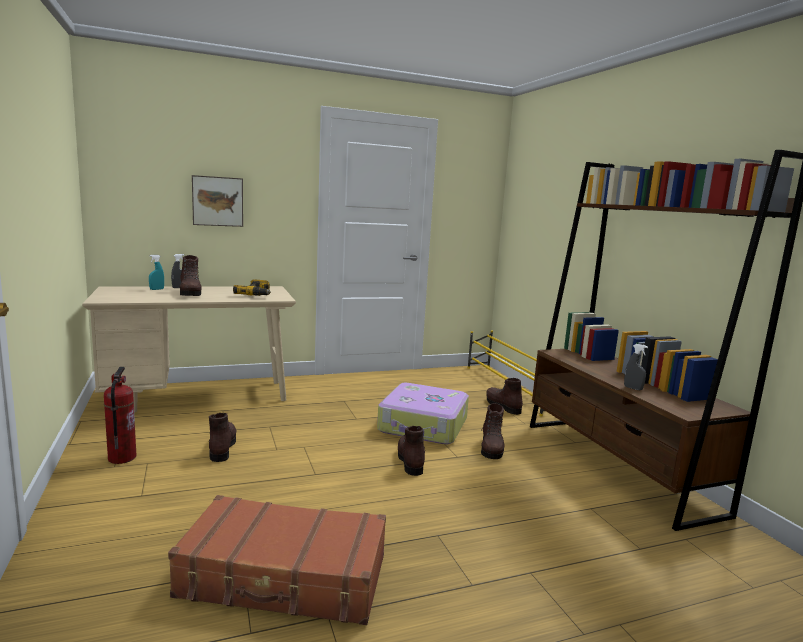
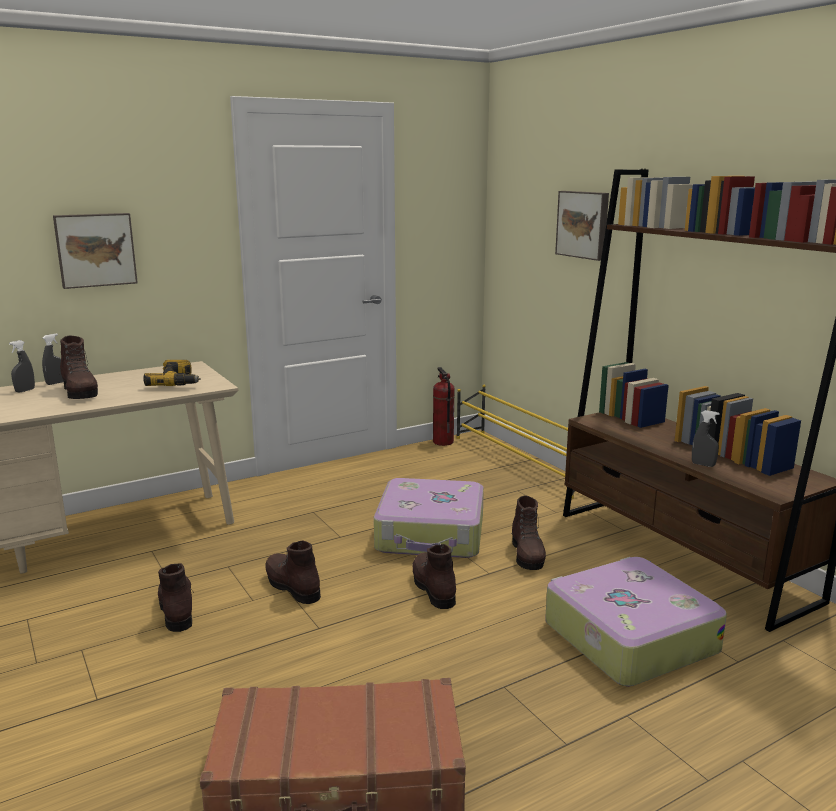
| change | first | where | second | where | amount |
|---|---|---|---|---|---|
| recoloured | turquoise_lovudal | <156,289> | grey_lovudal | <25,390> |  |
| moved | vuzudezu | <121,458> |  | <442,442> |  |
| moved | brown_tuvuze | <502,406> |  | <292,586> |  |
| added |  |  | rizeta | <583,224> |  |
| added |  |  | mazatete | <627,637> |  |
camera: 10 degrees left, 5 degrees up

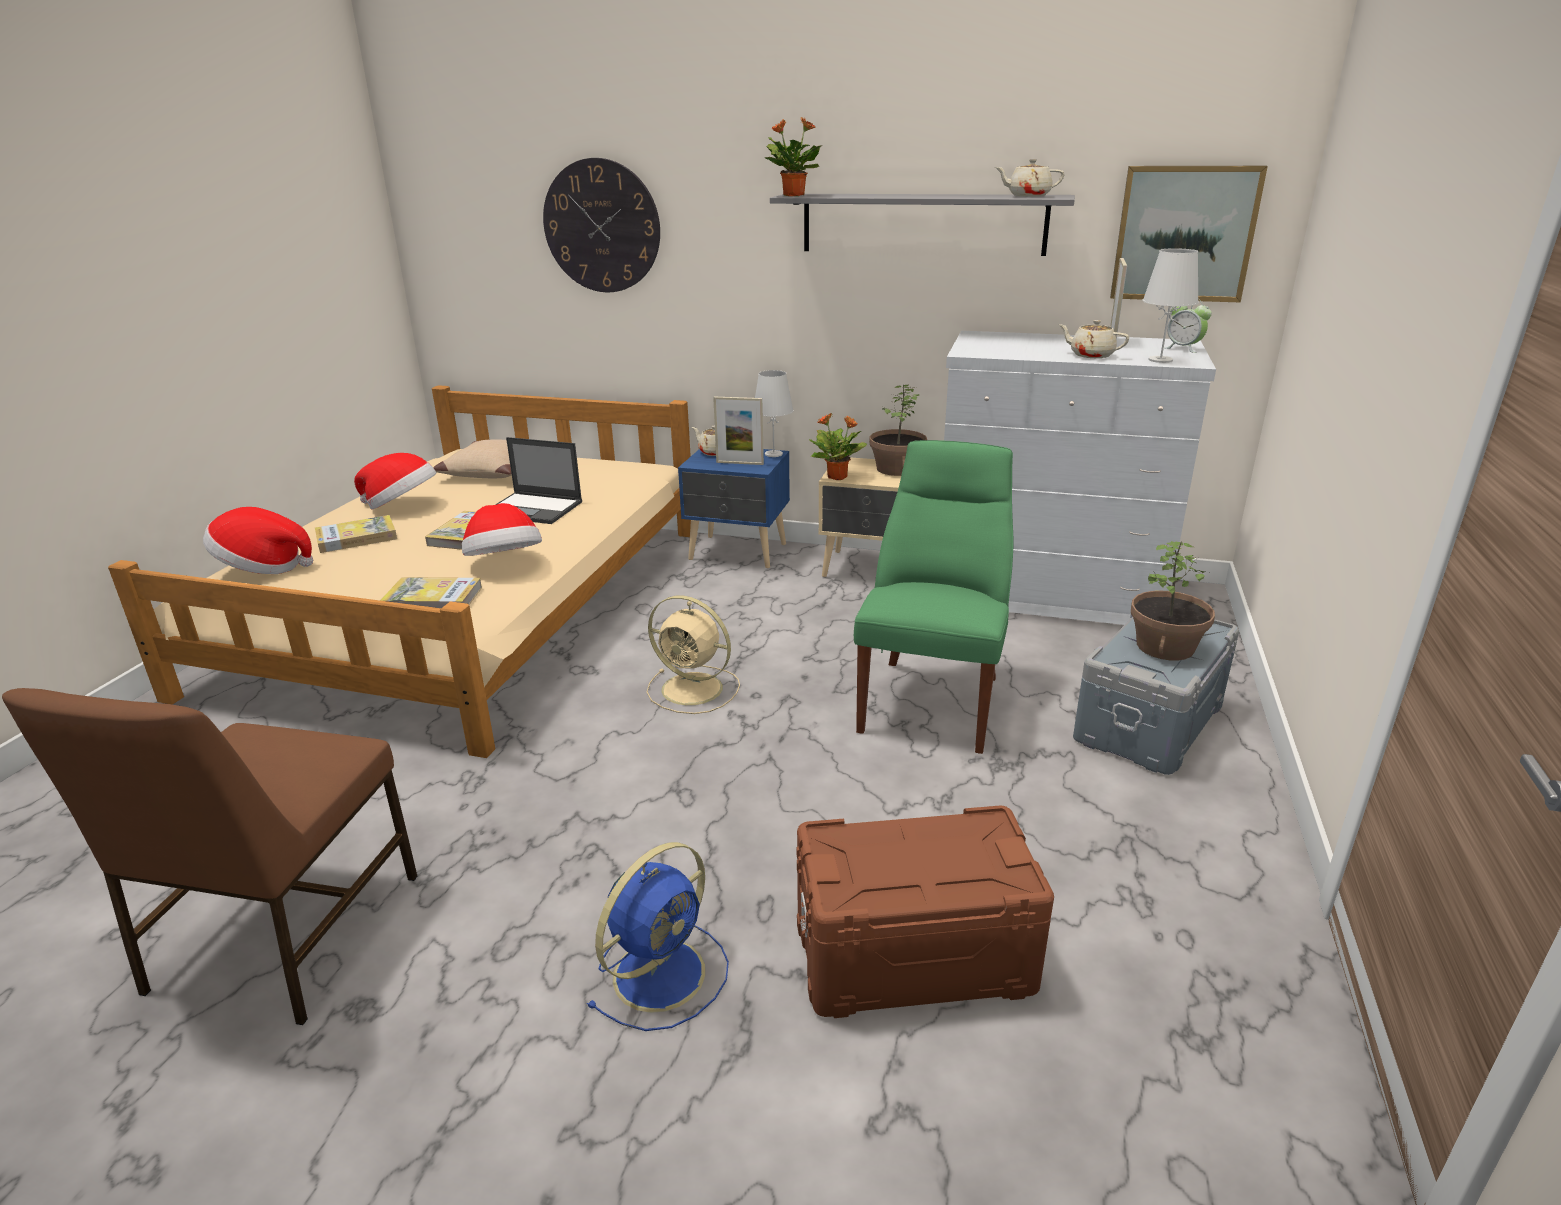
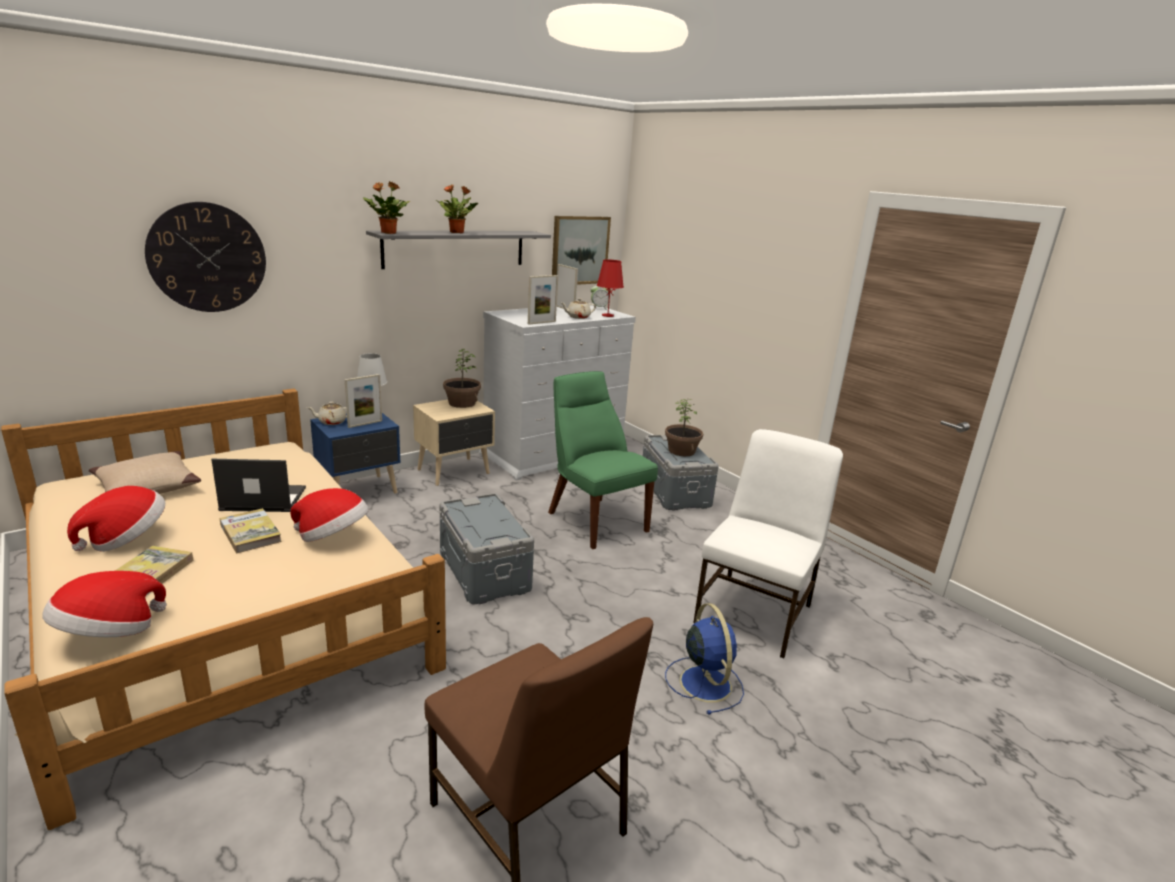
| change | first | where | second | where | amount |
|---|---|---|---|---|---|
| removed | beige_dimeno | <1028,196> |  |  |  |
| recoloured | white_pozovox | <1160,360> | red_pozovox | <607,315> |  |
| moved | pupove | <838,477> |  | <457,232> |  |
| turned | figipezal | <534,509> |  | <262,499> | 150 degrees counterclockwise |
| removed | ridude | <433,599> |  |  |  |
| replaced | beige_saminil | <694,689> | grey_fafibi | <485,571> |  |
| replaced | brown_fafibi | <914,956> | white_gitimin | <755,613> |  |
| added |  |  | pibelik | <541,322> |  |
camera: 55 degrees left, 5 degrees down

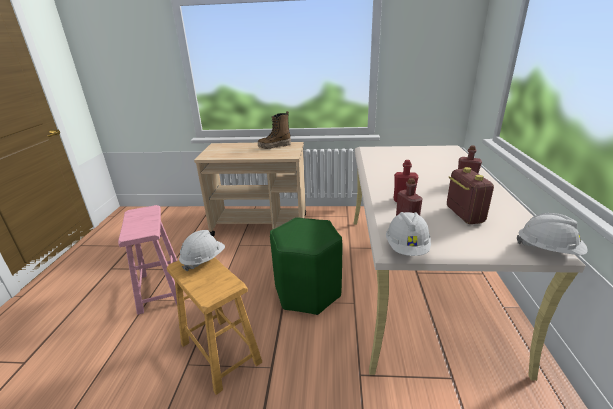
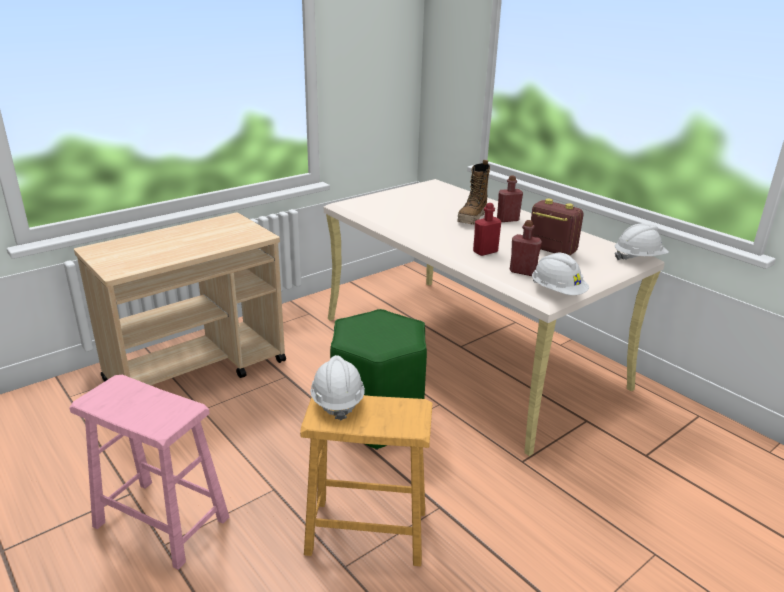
| change | first | where | second | where | amount |
|---|---|---|---|---|---|
| moved | tuvuze | <274,146> |  | <472,219> |  |
camera: 45 degrees left, 0 degrees up

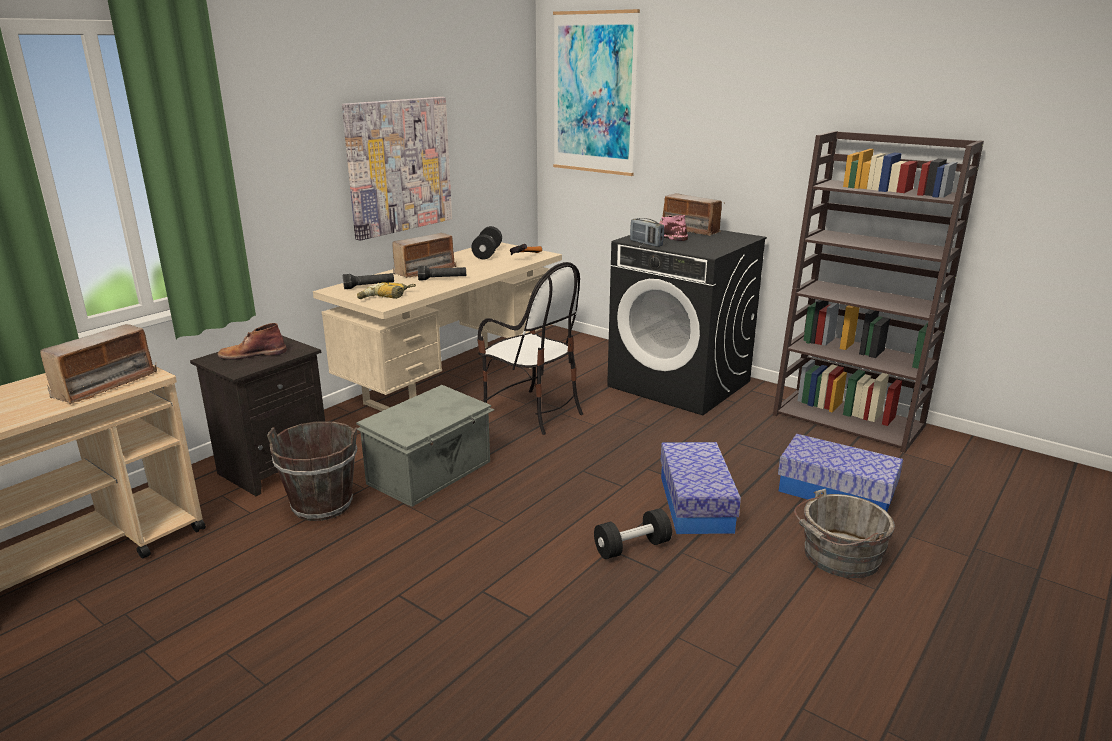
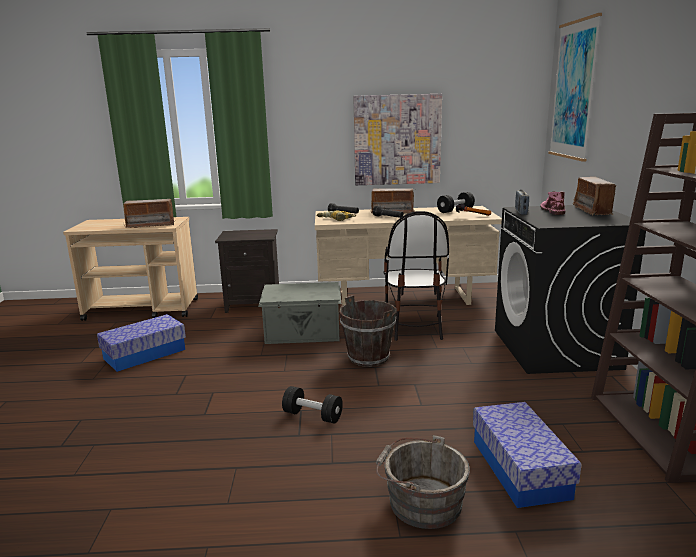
| change | first | where | second | where | amount |
|---|---|---|---|---|---|
| removed | brown_tuvuze | <252,354> |  |  |  |
| moved | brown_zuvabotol | <322,505> |  | <368,357> |  |
| moved | fafibi | <695,504> |  | <145,354> |  |
camera: 50 degrees right, 5 degrees down

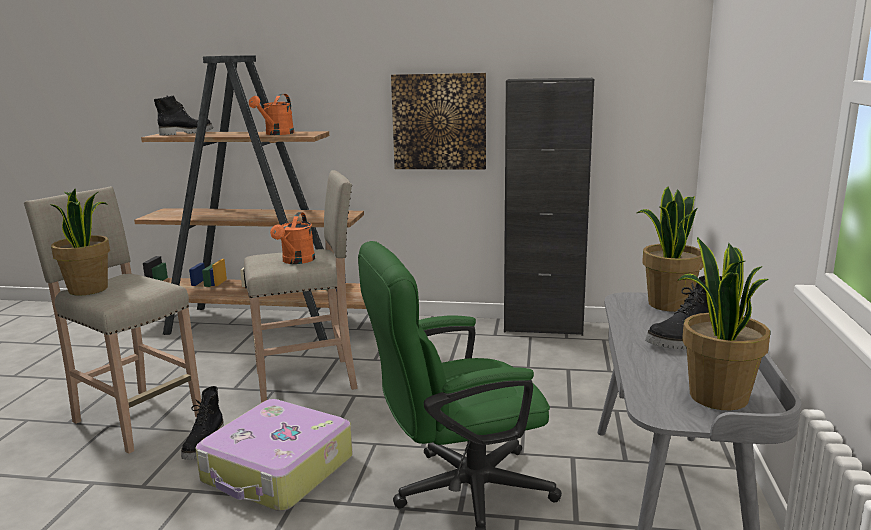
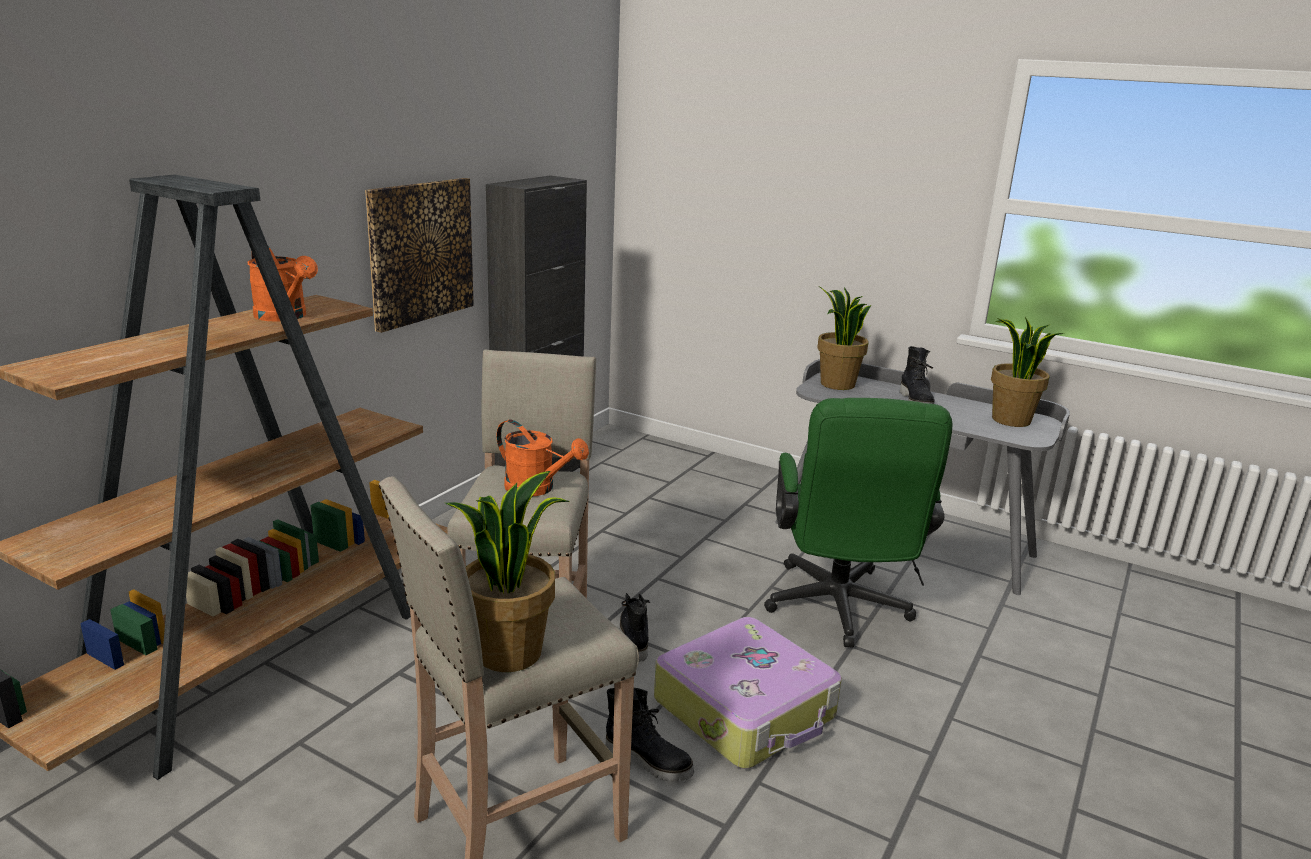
| change | first | where | second | where | amount |
|---|---|---|---|---|---|
| moved | black_tuvuze | <186,133> |  | <633,638> |  |
camera: 70 degrees left, 5 degrees up

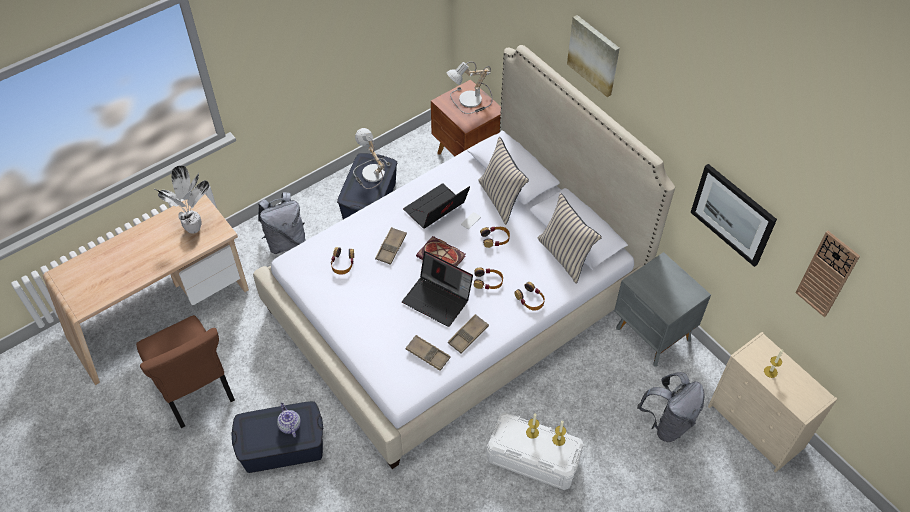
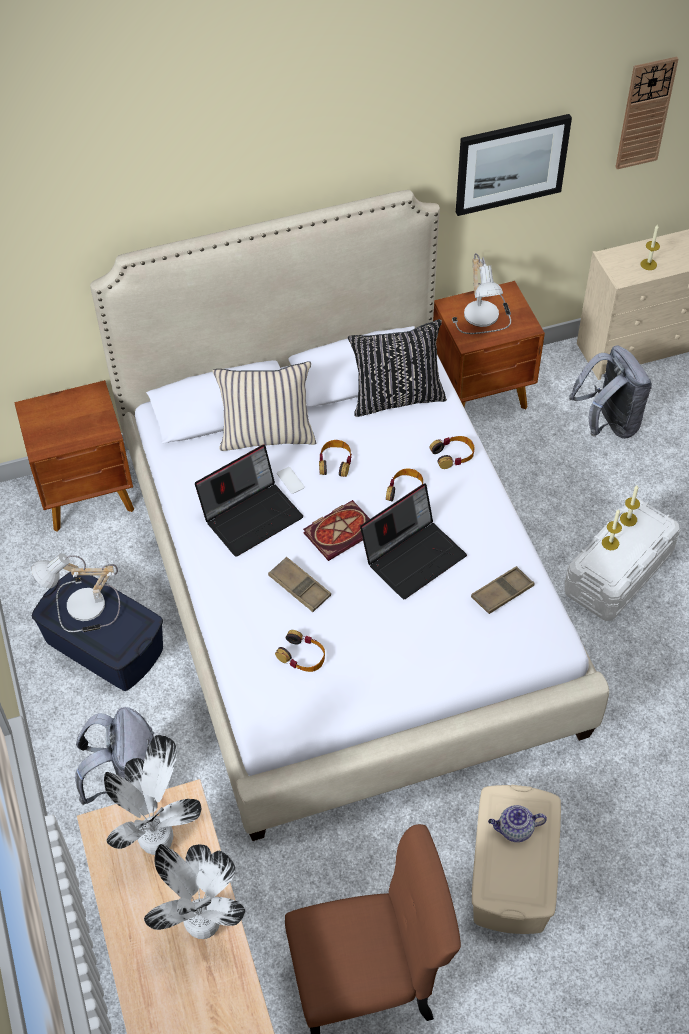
| change | first | where | second | where | amount |
|---|---|---|---|---|---|
| removed | rizeta | <594,55> |  |  |  |
| moved | pozovox | <470,101> |  | <485,315> |  |
| turned | figipezal | <436,210> |  | <252,515> | 105 degrees counterclockwise |
| recoloured | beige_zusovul | <565,256> | black_zusovul | <396,397> |  |
| recoloured | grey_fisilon | <653,335> | brown_fisilon | <481,394> |  |
| removed | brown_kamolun | <468,335> |  |  |  |
| recoloured | blue_fafibi | <282,446> | beige_fafibi | <511,873> |  |
| added |  |  | pupove | <204,930> |  |
camera: 70 degrees left, 0 degrees up

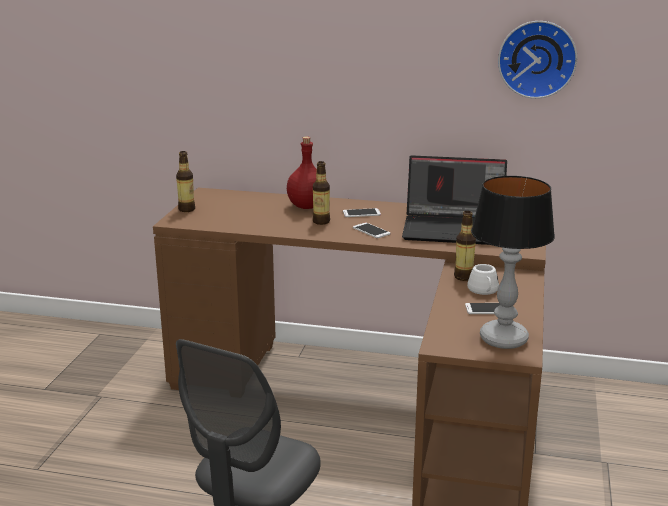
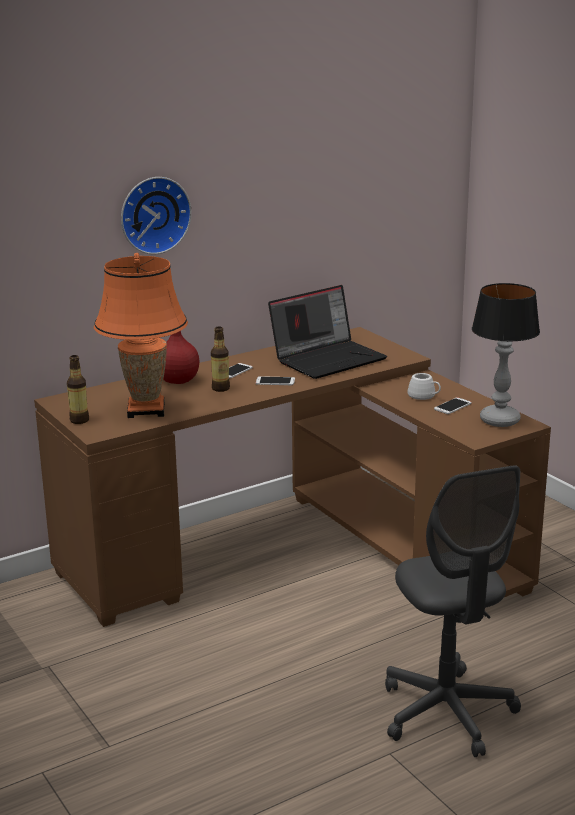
| change | first | where | second | where | amount |
|---|---|---|---|---|---|
| moved | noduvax | <537,59> |  | <153,214> |  |
| removed | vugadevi | <463,277> |  |  |  |
| added |  |  | orange_pozovox | <146,410> |  |
camera: 45 degrees left, 0 degrees up

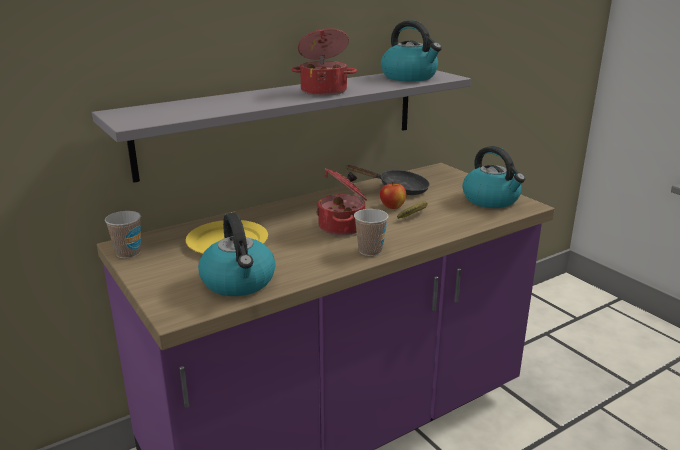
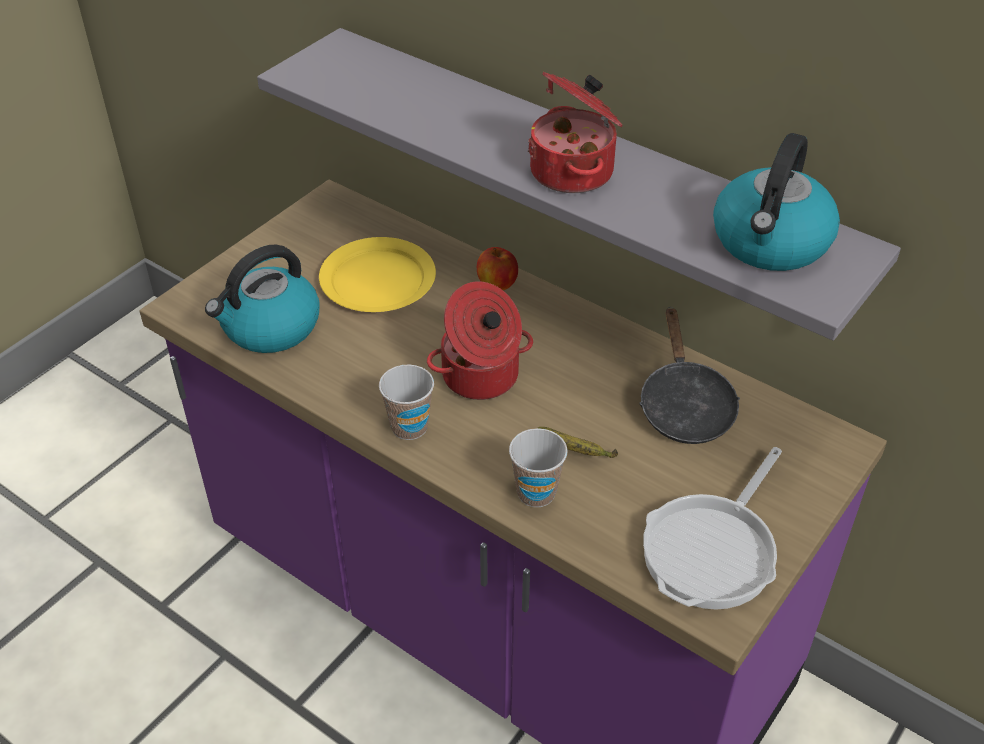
| change | first | where | second | where | amount |
|---|---|---|---|---|---|
| replaced | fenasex | <491,200> | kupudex | <713,550> |  |
| moved | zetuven | <392,207> |  | <497,284> |  |
| moved | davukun | <128,253> |  | <536,493> |  |
camera: 70 degrees right, 20 degrees up

